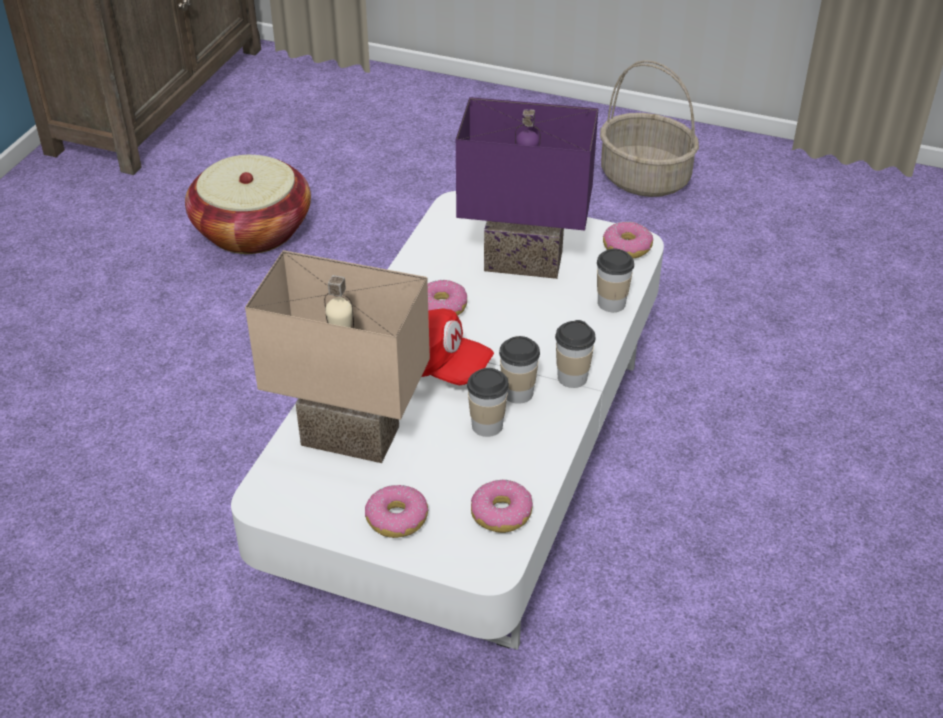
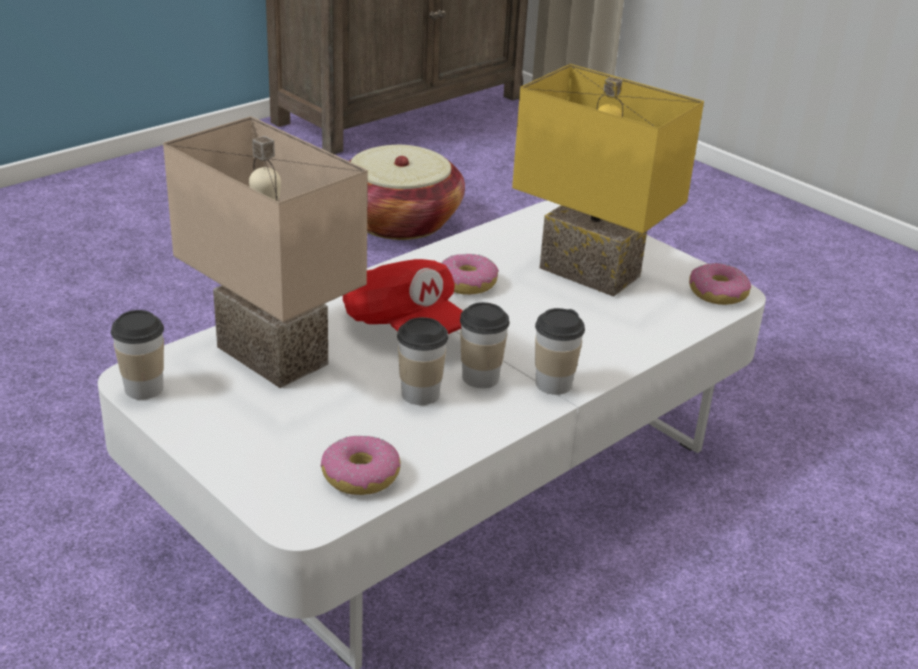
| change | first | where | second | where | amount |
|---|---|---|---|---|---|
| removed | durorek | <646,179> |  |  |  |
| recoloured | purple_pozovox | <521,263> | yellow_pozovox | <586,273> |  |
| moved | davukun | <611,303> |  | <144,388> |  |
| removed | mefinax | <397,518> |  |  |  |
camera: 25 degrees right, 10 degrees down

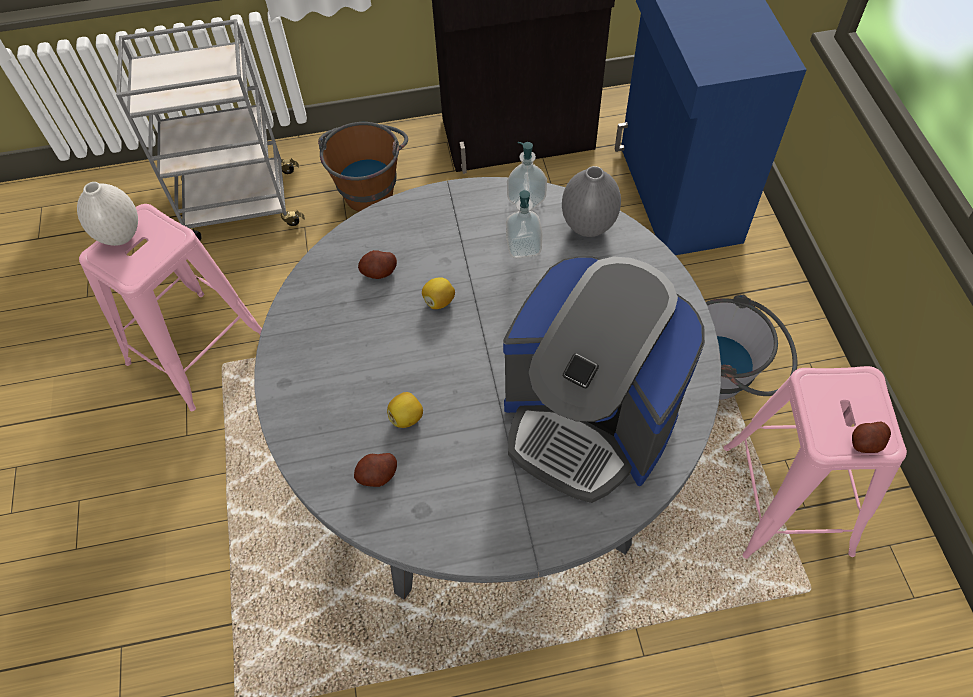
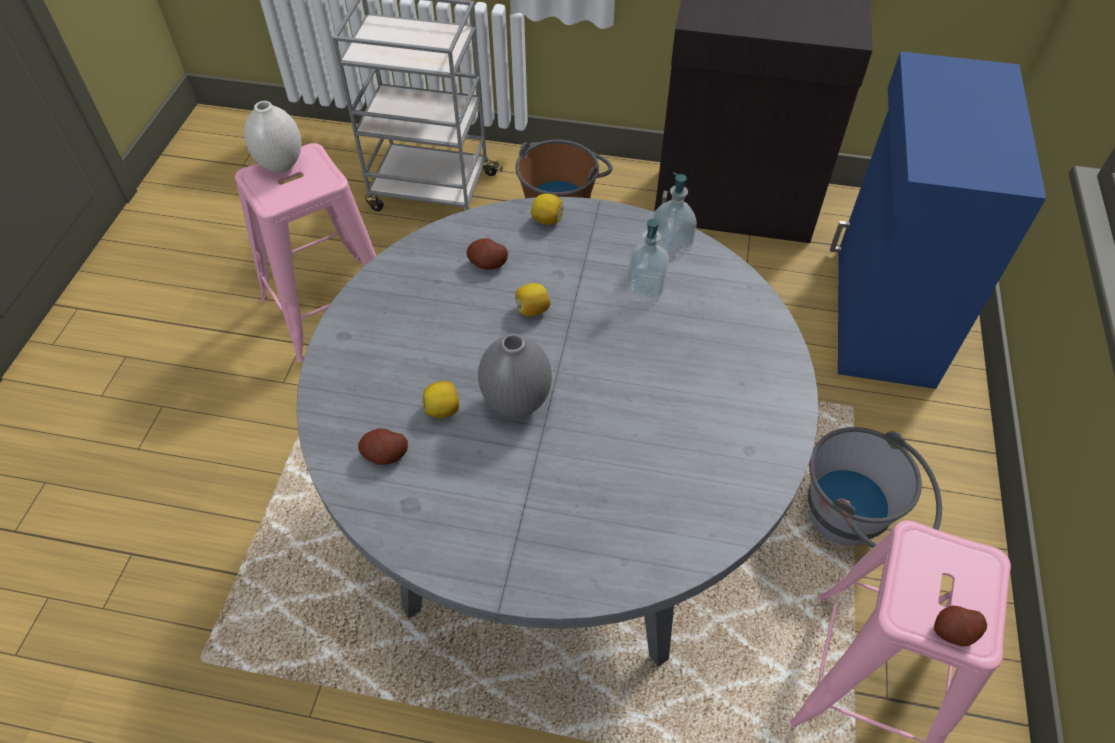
| change | first | where | second | where | amount |
|---|---|---|---|---|---|
| moved | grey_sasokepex | <588,226> |  | <517,402> |  |
| removed | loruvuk | <588,421> |  |  |  |
| added |  |  | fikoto | <547,220> |  |
camera: 20 degrees right, 5 degrees down

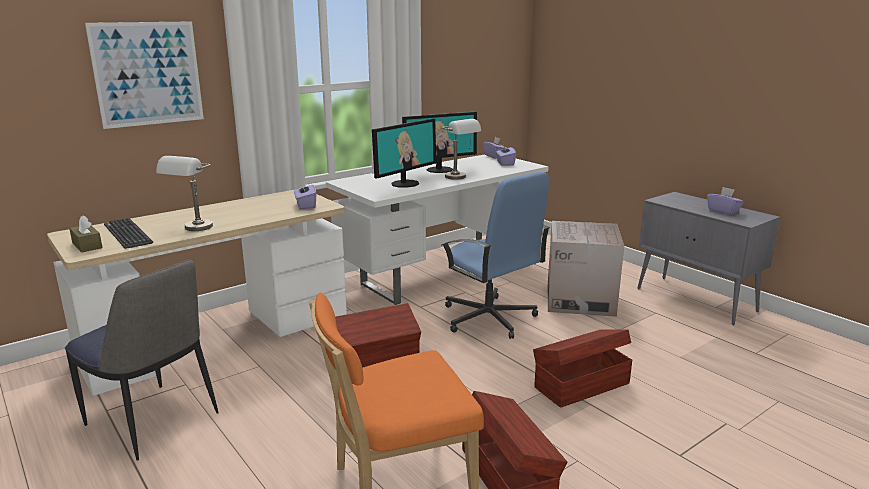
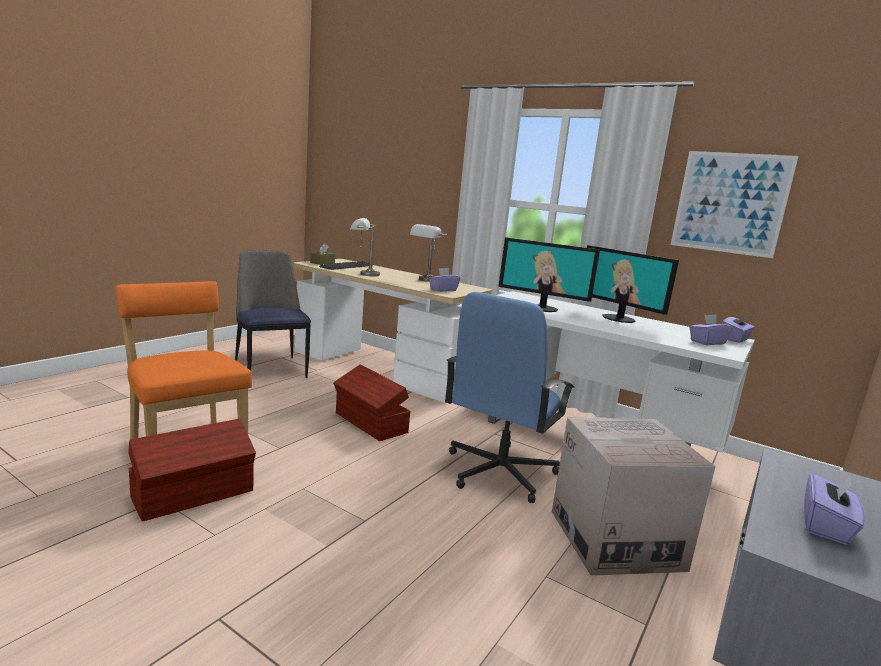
| change | first | where | second | where | amount |
|---|---|---|---|---|---|
| moved | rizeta | <148,74> |  | <730,203> |  |
| moved | grey_pozovox | <460,178> |  | <425,280> |  |
| turned | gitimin | <153,421> |  | <270,369> | 135 degrees clockwise |
| removed | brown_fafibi | <580,385> |  |  |  |
camera: 70 degrees right, 5 degrees down

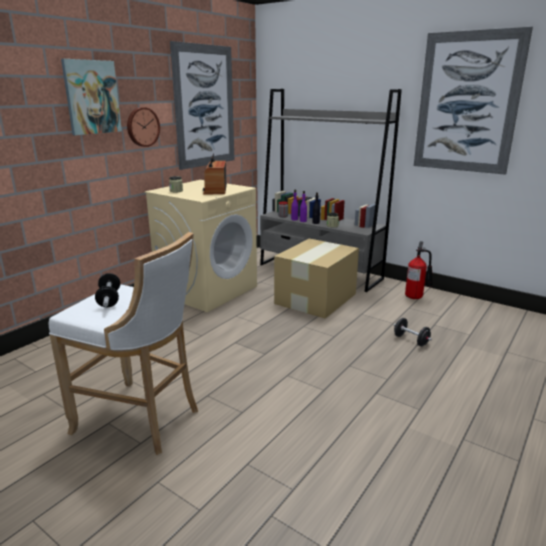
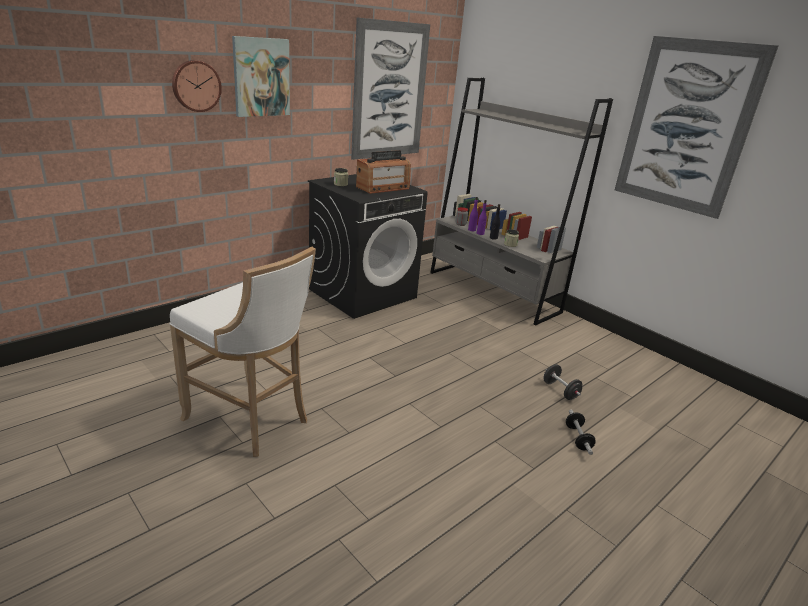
| change | first | where | second | where | amount |
|---|---|---|---|---|---|
| moved | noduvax | <142,127> |  | <196,86> |  |
| turned | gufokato | <215,189> |  | <383,188> | 135 degrees counterclockwise |
| recoloured | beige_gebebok | <207,290> | black_gebebok | <363,293> |  |
| removed | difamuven | <317,298> |  |  |  |
| removed | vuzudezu | <416,297> |  |  |  |
| moved | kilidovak | <109,299> |  | <578,438> |  |
camera: 10 degrees right, 5 degrees up

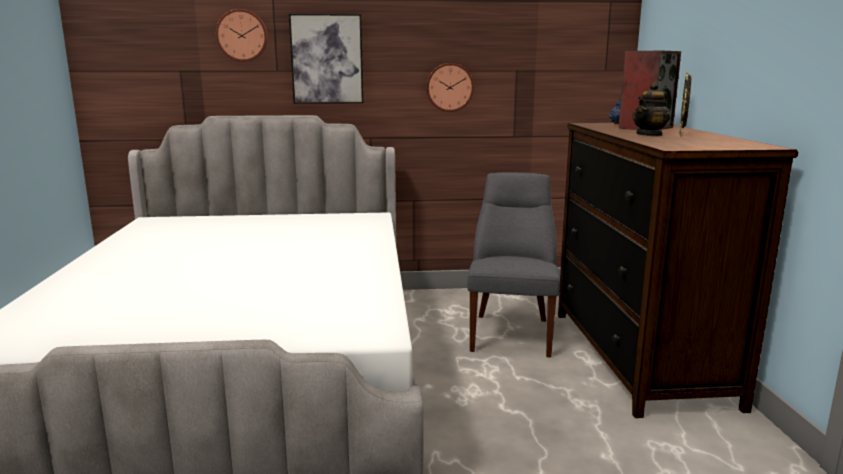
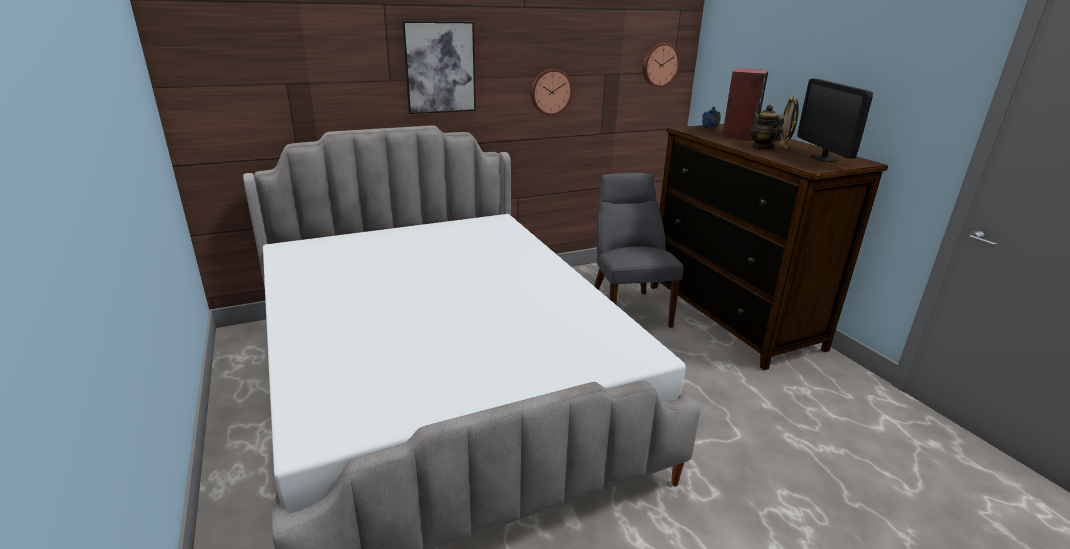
| change | first | where | second | where | amount |
|---|---|---|---|---|---|
| moved | noduvax | <242,35> |  | <659,65> |  |
| turned | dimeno | <649,135> |  | <762,147> | 135 degrees clockwise |
| added |  |  | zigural | <824,158> |  |
camera: 20 degrees left, 10 degrees up

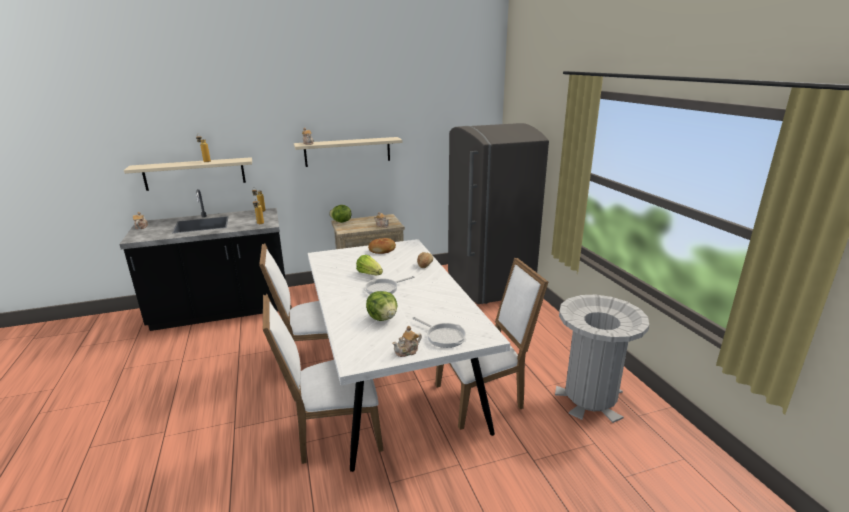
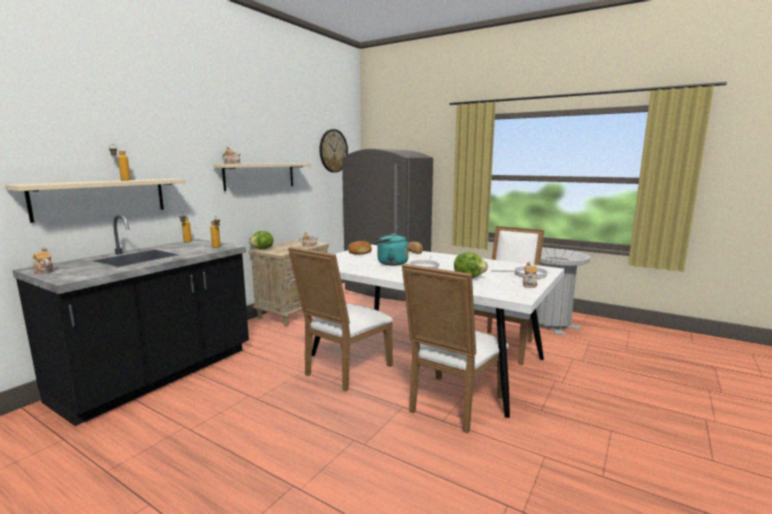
| change | first | where | second | where | amount |
|---|---|---|---|---|---|
| replaced | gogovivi | <369,274> | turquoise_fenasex | <390,263> |  |
| added |  |  | noduvax | <333,151> |  |
camera: 40 degrees left, 10 degrees down

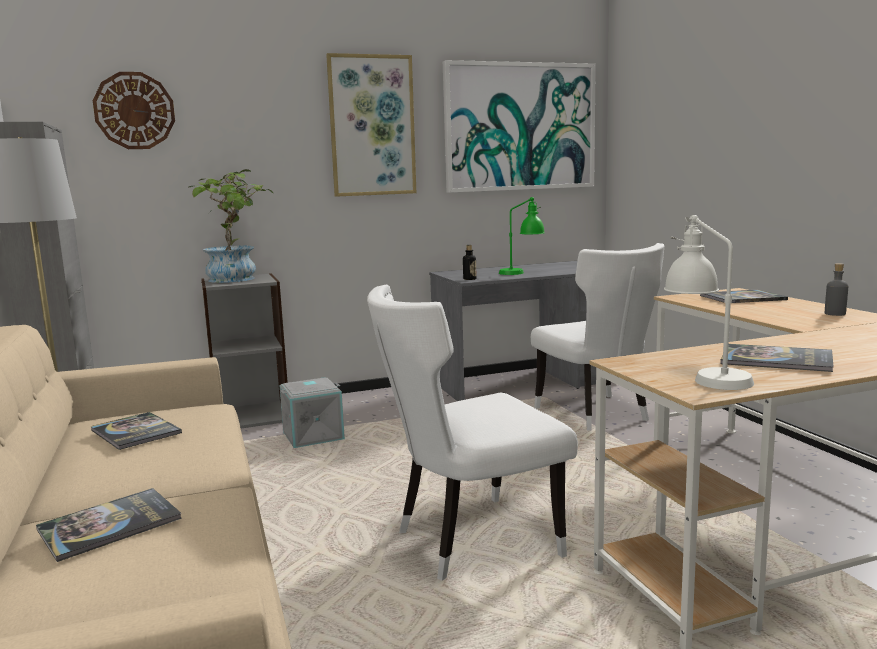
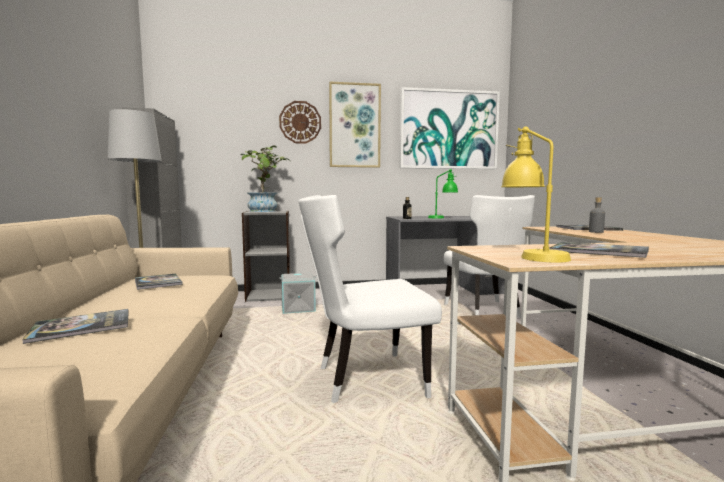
| change | first | where | second | where | amount |
|---|---|---|---|---|---|
| moved | noduvax | <134,111> |  | <300,122> |  |
| recoloured | white_pozovox | <704,376> | yellow_pozovox | <530,255> |  |
| moved | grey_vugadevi | <835,314> |  | <596,232> |  |
camera: 10 degrees right, 5 degrees down

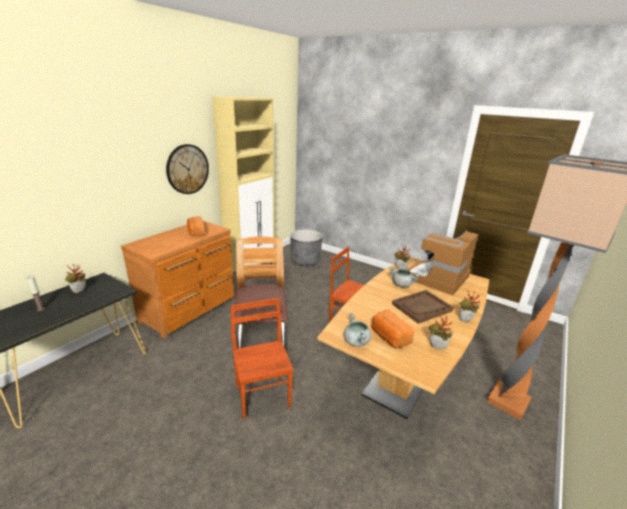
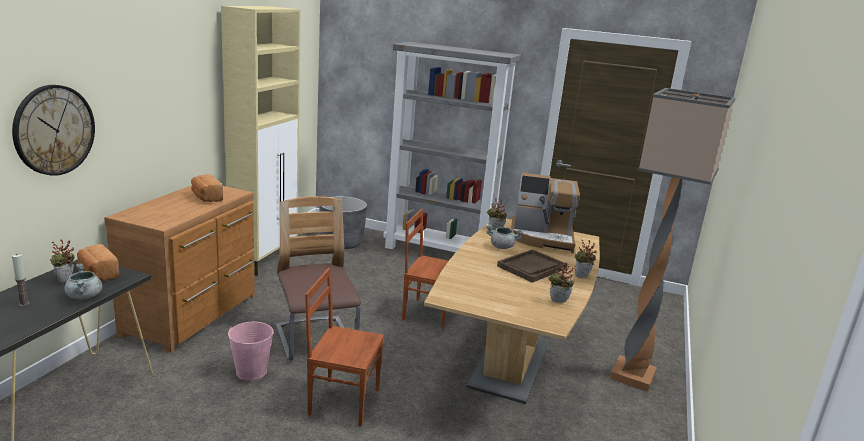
| change | first | where | second | where | amount |
|---|---|---|---|---|---|
| moved | noduvax | <187,169> |  | <54,130> |  |
| turned | loruvuk | <438,278> |  | <542,238> | 105 degrees counterclockwise |
| turned | brown_gitimin | <263,395> |  | <343,401> | 45 degrees counterclockwise |
| moved | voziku | <389,337> |  | <97,274> |  |
| moved | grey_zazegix | <356,342> |  | <84,296> |  |
| added |  |  | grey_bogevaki | <439,252> |  |
| added |  |  | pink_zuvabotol | <251,372> |  |
camera: 15 degrees left, 5 degrees down

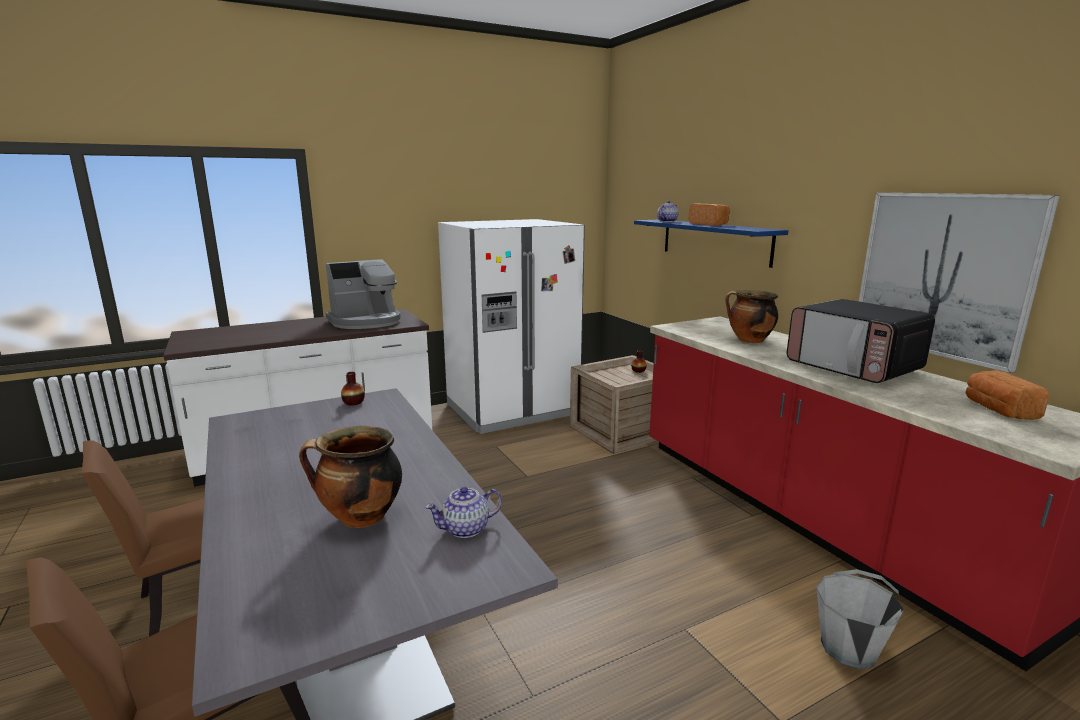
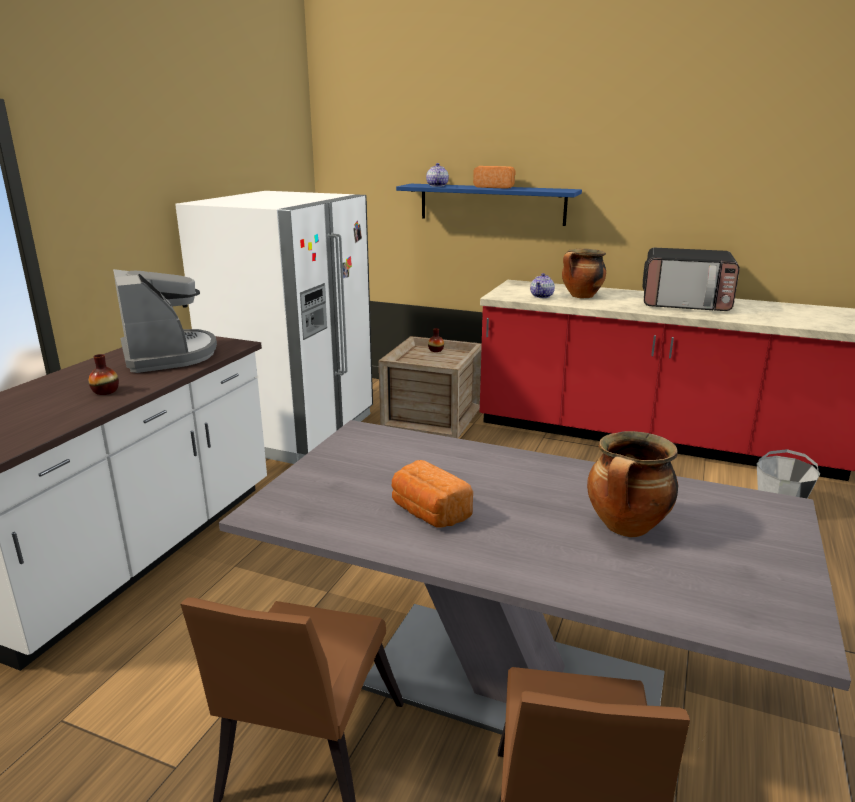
| change | first | where | second | where | amount |
|---|---|---|---|---|---|
| removed | rizeta | <943,275> |  |  |  |
| turned | loruvuk | <366,321> |  | <168,355> | 45 degrees counterclockwise |
| moved | voziku | <998,410> |  | <428,513> |  |
| moved | sasokepex | <353,402> |  | <105,391> |  |
| moved | dimeno | <466,529> |  | <542,296> |  |
camera: 40 degrees left, 5 degrees up

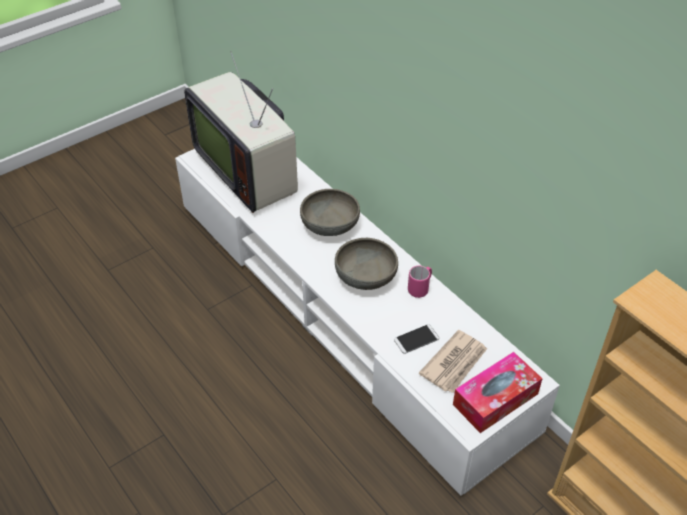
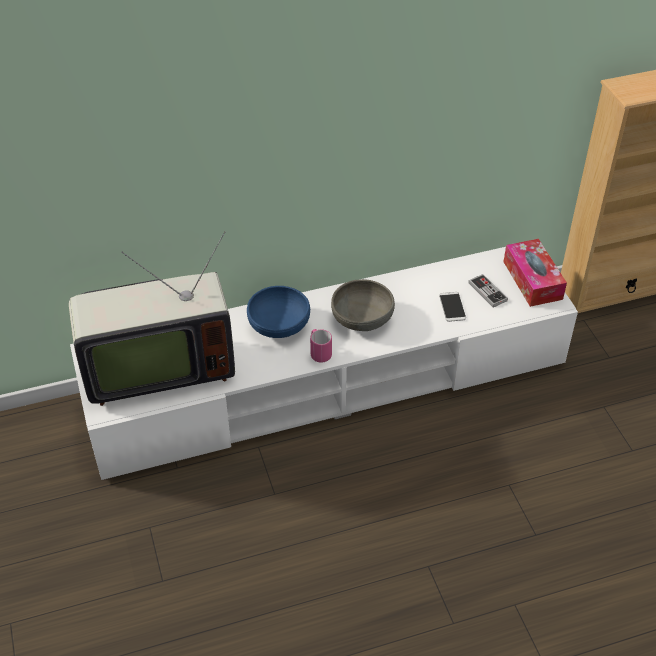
| change | first | where | second | where | amount |
|---|---|---|---|---|---|
| recoloured | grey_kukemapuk | <330,225> | blue_kukemapuk | <279,325> |  |
| moved | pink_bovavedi | <420,288> |  | <319,353> |  |
| replaced | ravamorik | <455,363> | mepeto | <487,292> |  |
camera: 70 degrees left, 0 degrees up

